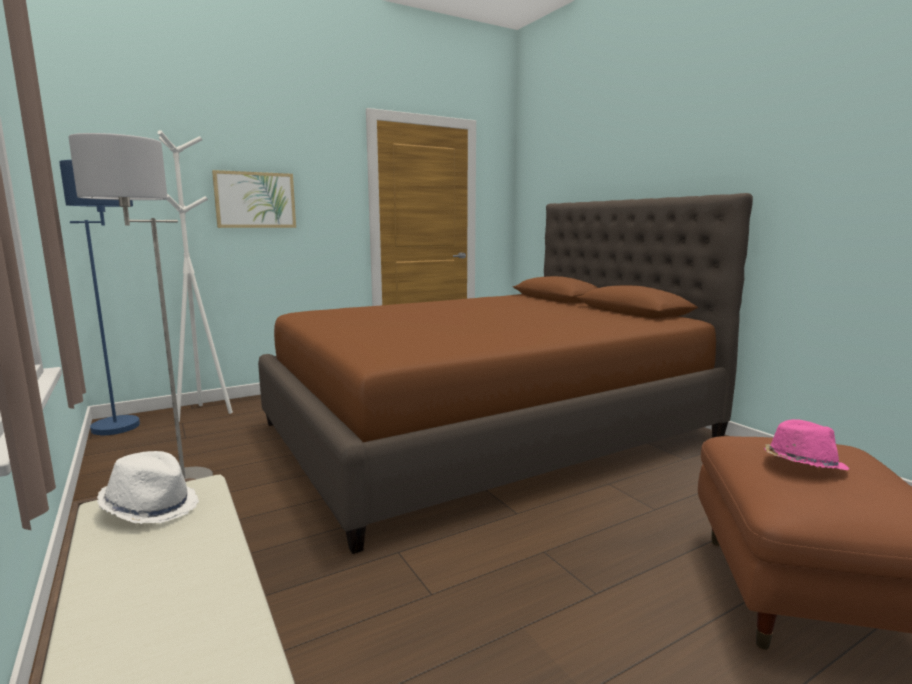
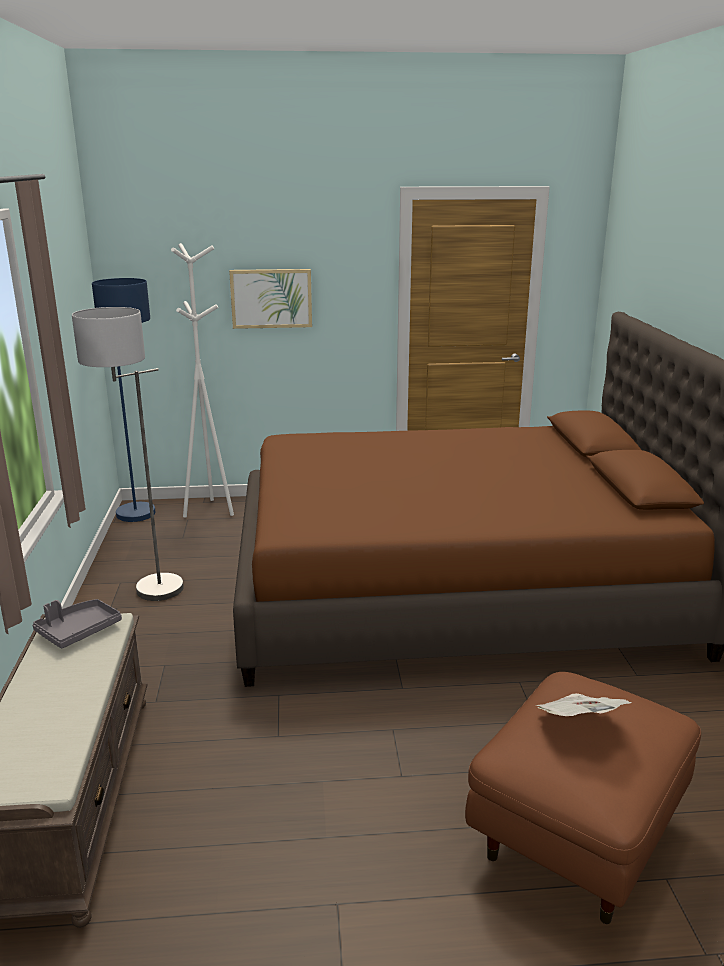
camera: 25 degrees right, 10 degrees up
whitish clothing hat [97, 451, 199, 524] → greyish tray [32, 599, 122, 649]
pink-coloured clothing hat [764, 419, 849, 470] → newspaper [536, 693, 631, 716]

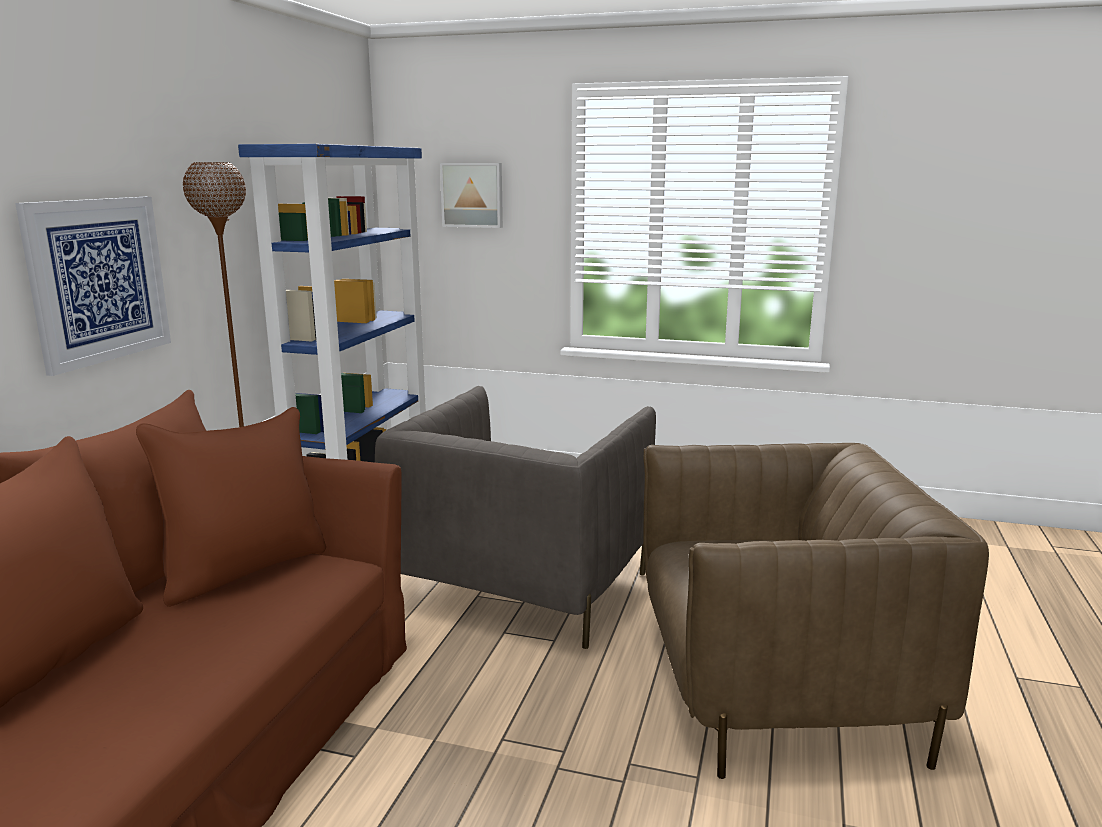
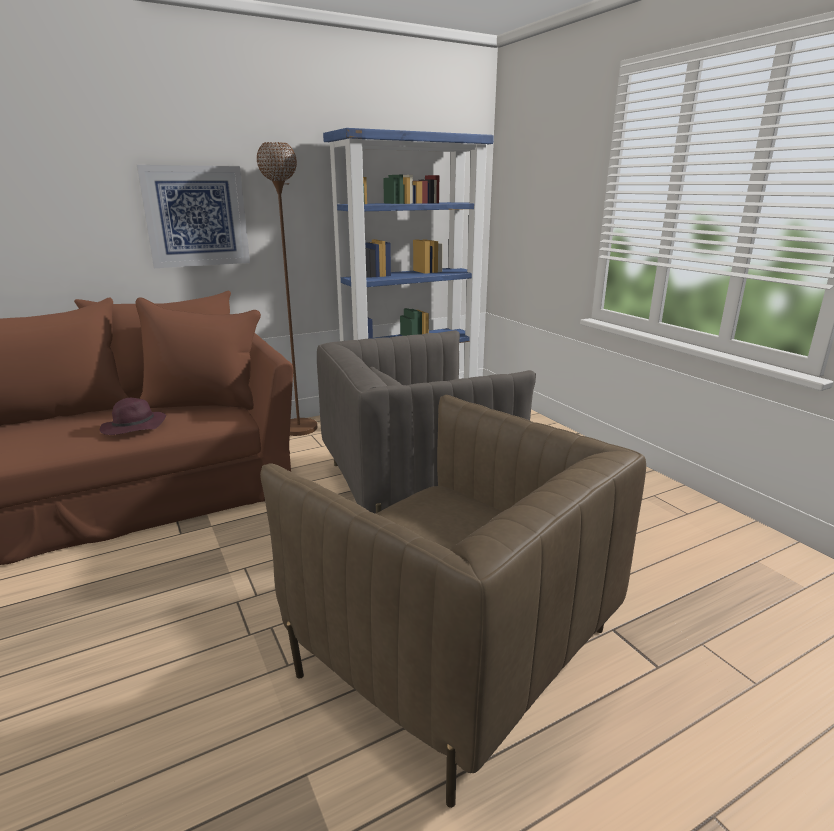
camera: 45 degrees right, 5 degrees up
- → purple-coloured clothing hat [100, 398, 166, 435]
wall picture [440, 163, 503, 228] → -

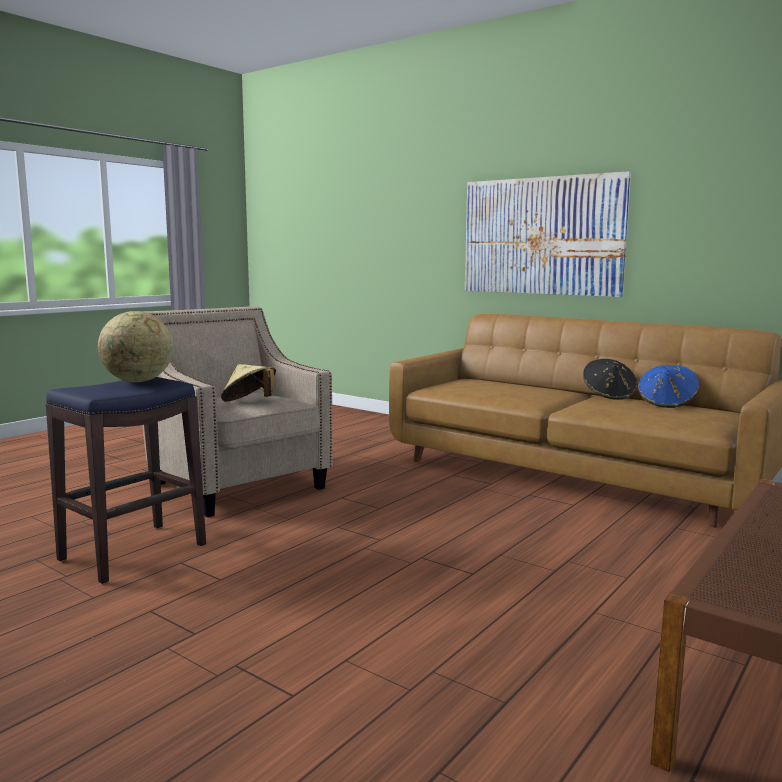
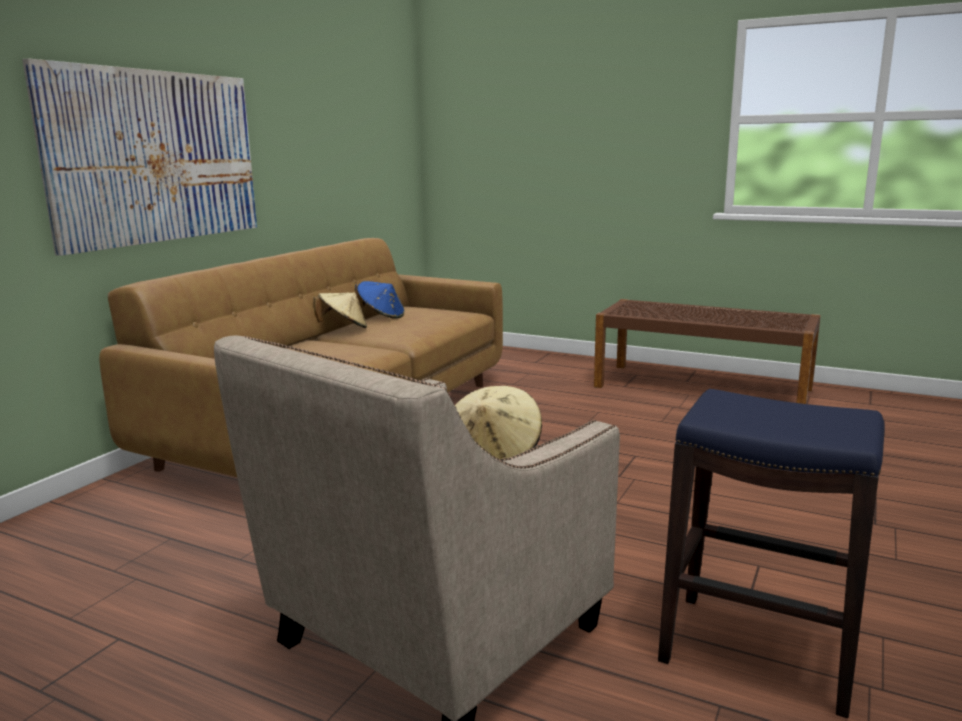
camera: 100 degrees left, 5 degrees up
black-coloured clothing hat [583, 359, 637, 400] → sand-coloured clothing hat [313, 293, 367, 328]
world globe [98, 311, 174, 382] → -

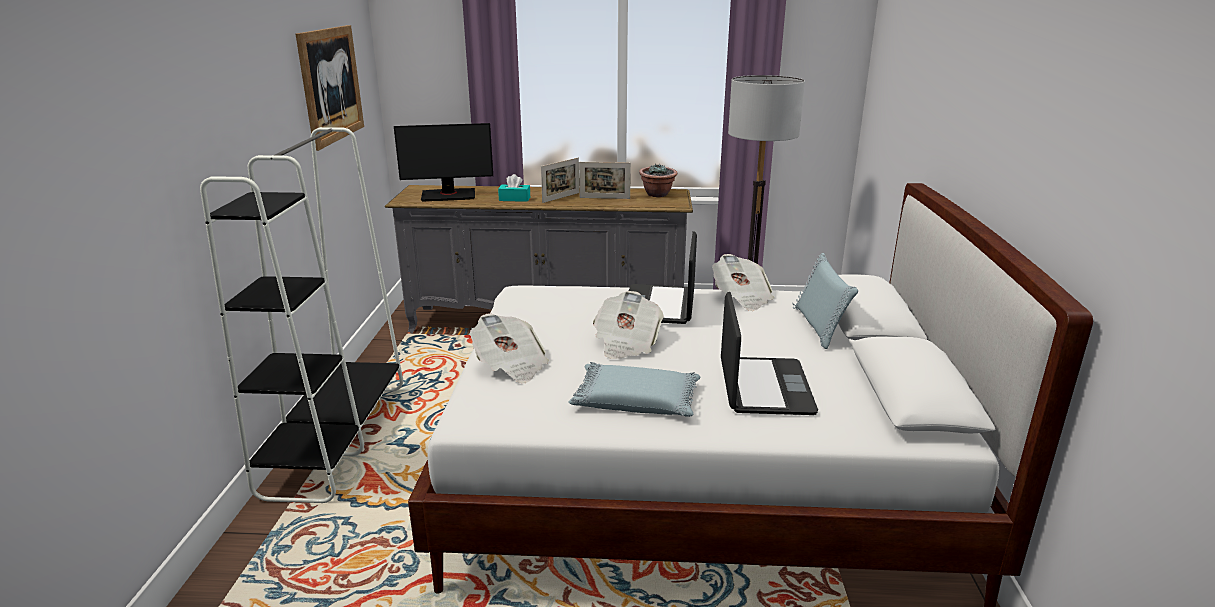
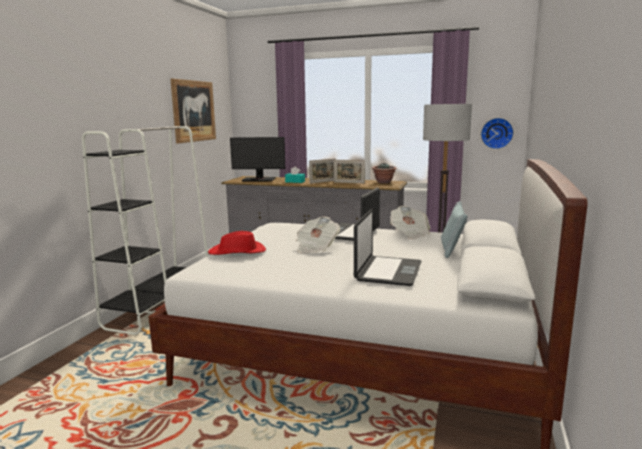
camera: 15 degrees right, 10 degrees down
newspaper [470, 313, 549, 383] → red clothing hat [208, 231, 266, 255]
- → hanging clock [481, 118, 514, 149]
blue-coloured cushion [568, 362, 700, 417] → -

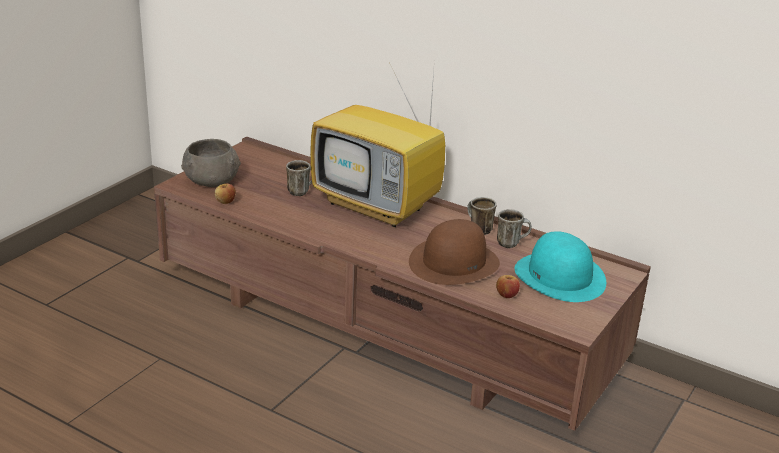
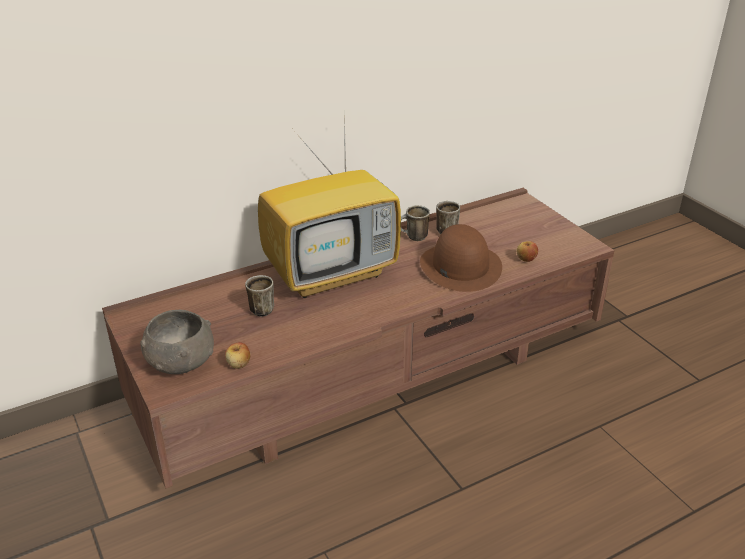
camera: 60 degrees left, 5 degrees up
turquoise-coloured clothing hat [515, 231, 606, 302] → -

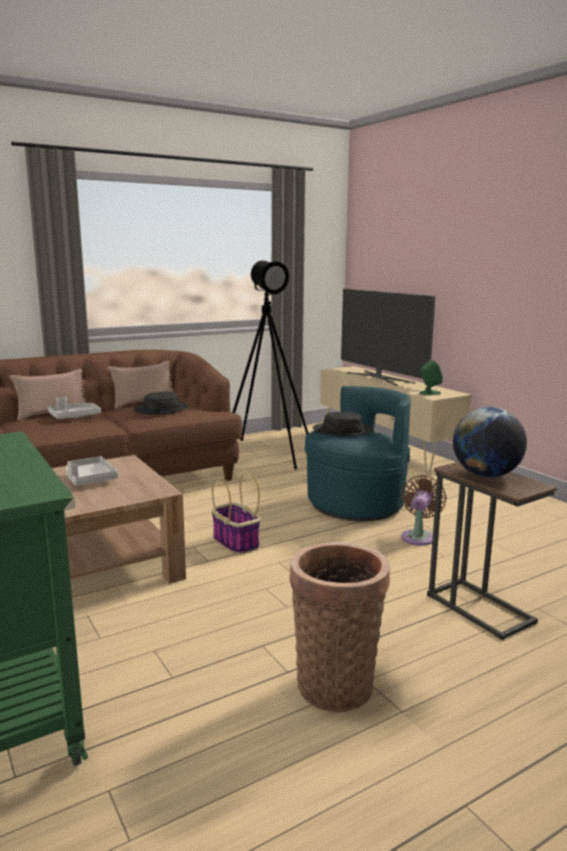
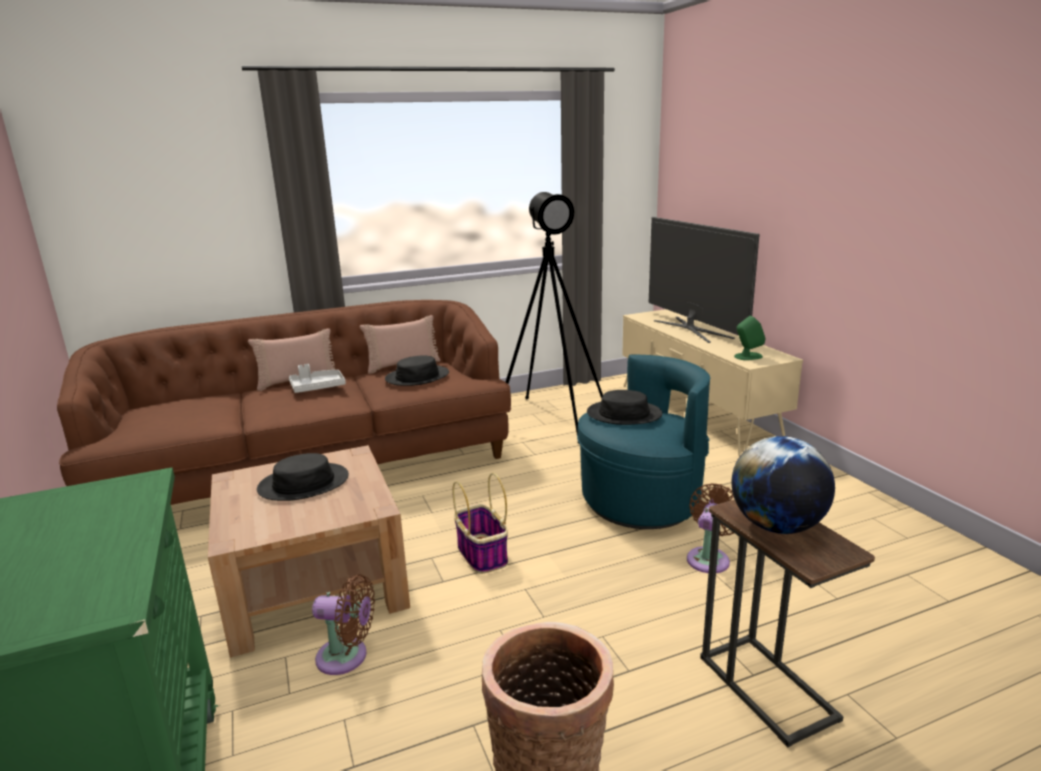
camera: 10 degrees right, 5 degrees up
greyish tray [66, 456, 118, 486] → black-coloured clothing hat [257, 453, 349, 501]
- → brown fan [312, 574, 375, 675]

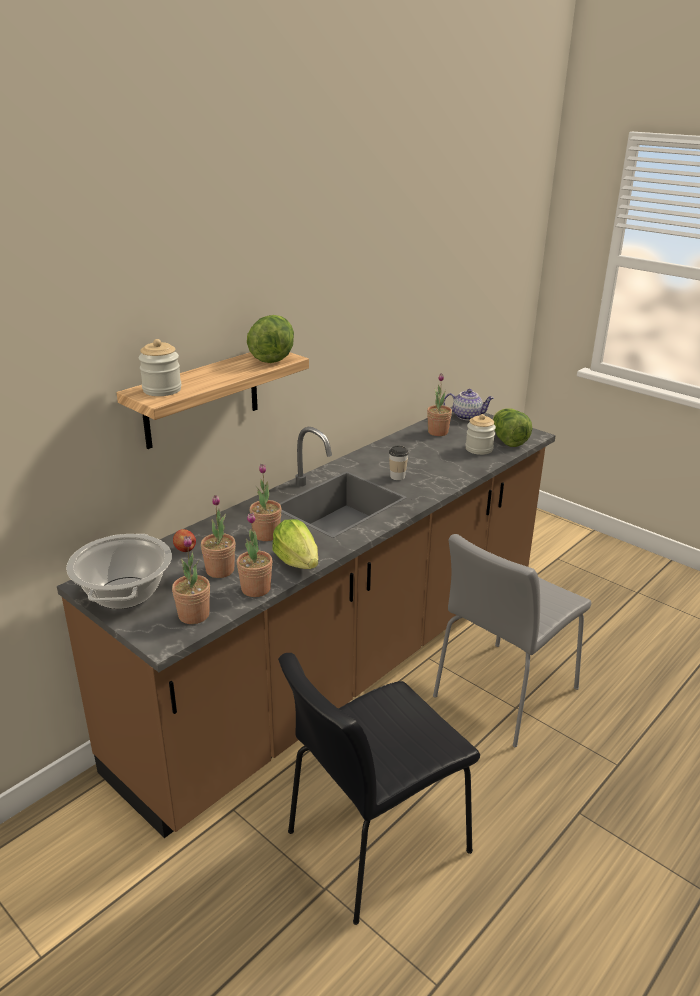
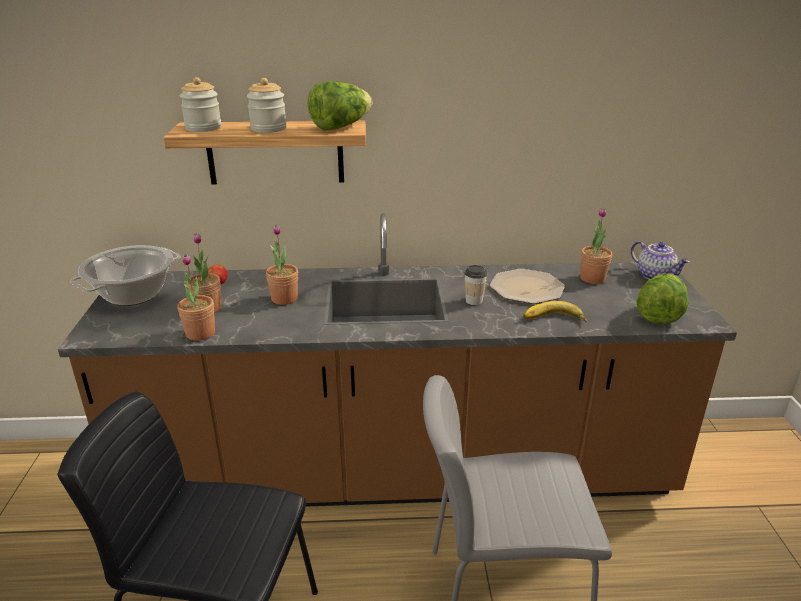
camera: 45 degrees right, 0 degrees up
jar [465, 414, 496, 455] → jar [247, 78, 287, 133], relocated
- → flat dish [490, 269, 565, 304]
- → whole banana [523, 301, 587, 322]
plant in a pot [172, 536, 210, 624] → -
lettuce [273, 519, 318, 569] → -

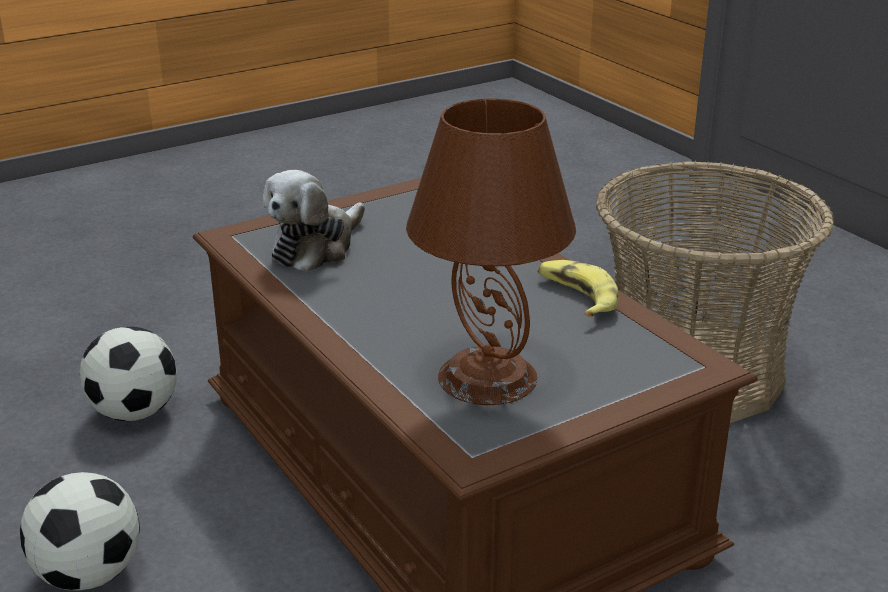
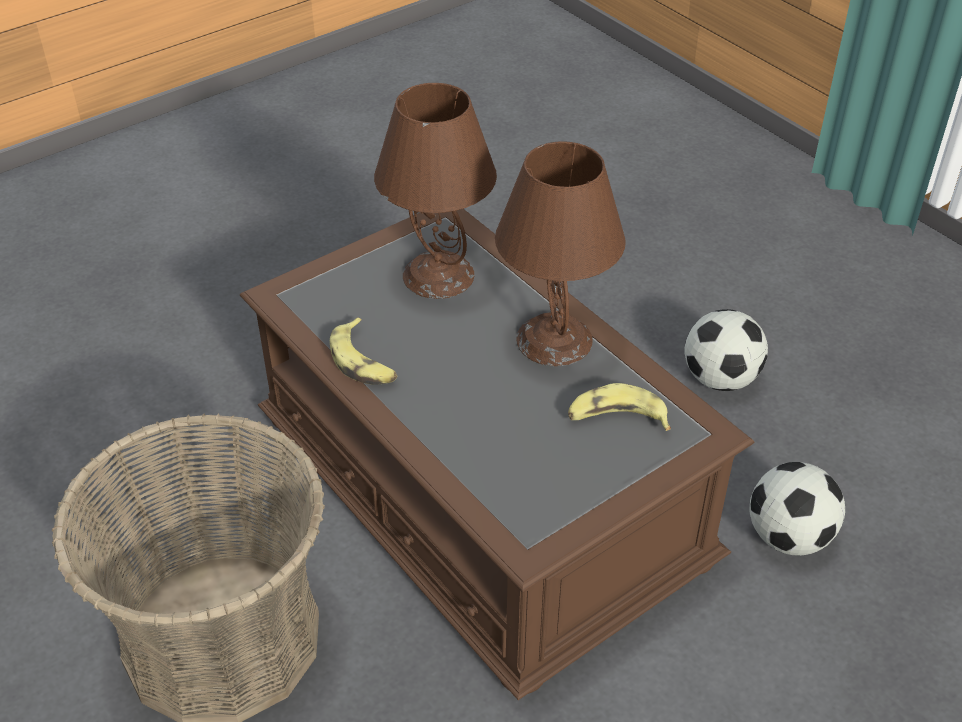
camera: 175 degrees right, 15 degrees up
- → brown lamp for a table [495, 141, 626, 366]
cuddly toy [263, 170, 365, 272] → whole banana [568, 383, 671, 431]

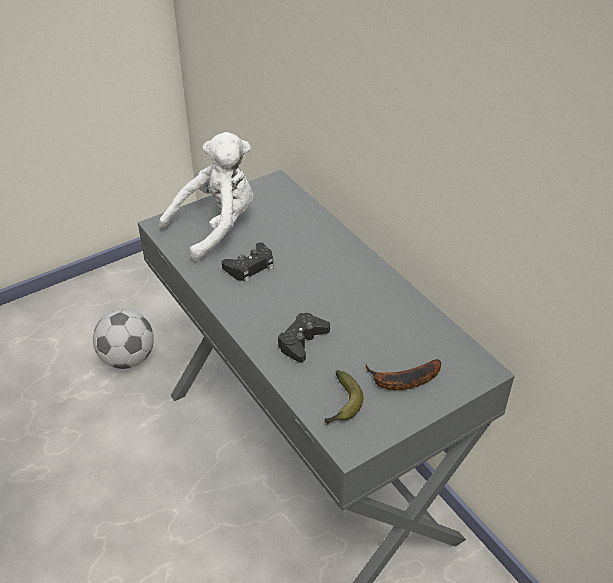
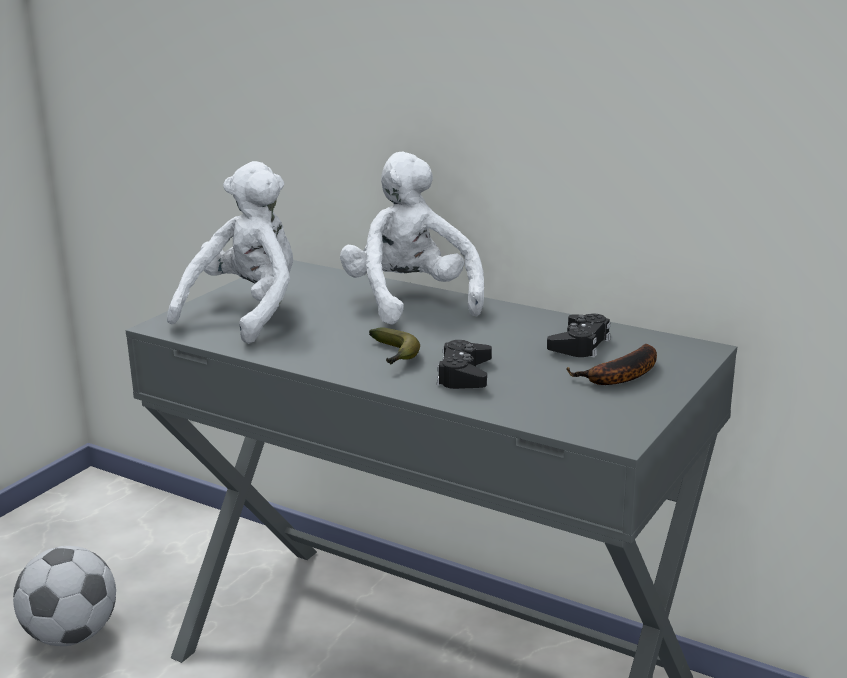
camera: 25 degrees left, 20 degrees down
- → whitish cuddly toy [340, 152, 484, 325]
whole banana [325, 370, 363, 424] → whole banana [369, 328, 420, 365], relocated
black-coloured joypad [222, 242, 273, 283] → black-coloured joypad [547, 314, 611, 358], relocated

